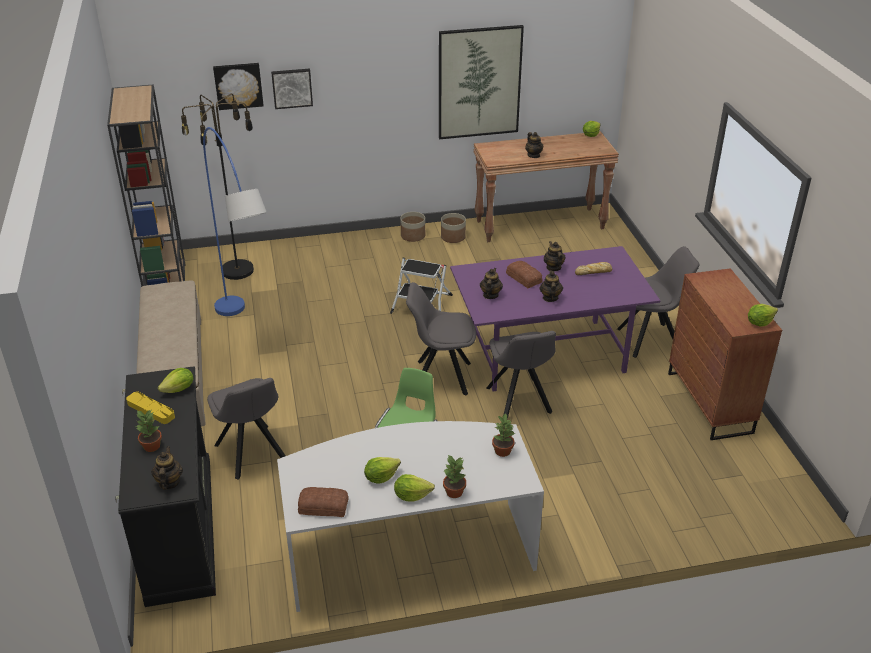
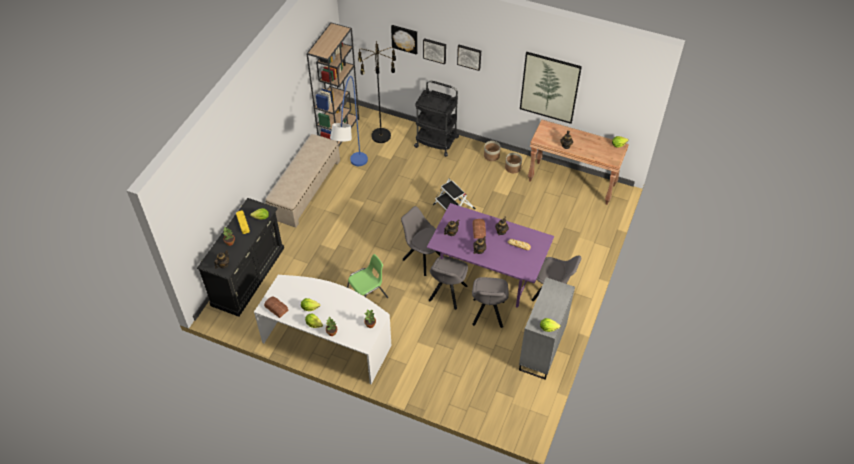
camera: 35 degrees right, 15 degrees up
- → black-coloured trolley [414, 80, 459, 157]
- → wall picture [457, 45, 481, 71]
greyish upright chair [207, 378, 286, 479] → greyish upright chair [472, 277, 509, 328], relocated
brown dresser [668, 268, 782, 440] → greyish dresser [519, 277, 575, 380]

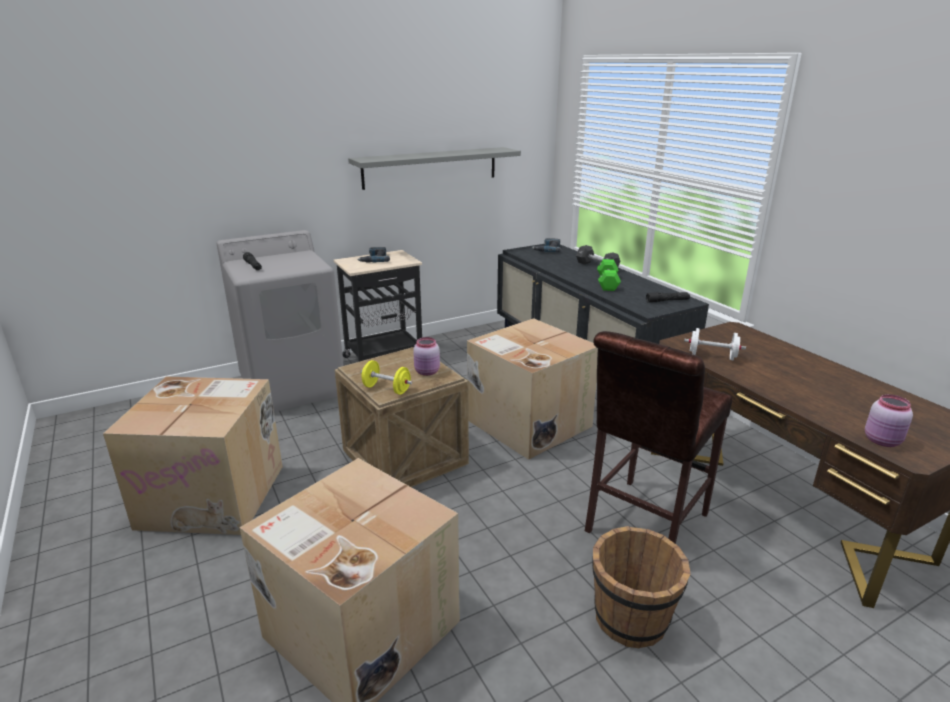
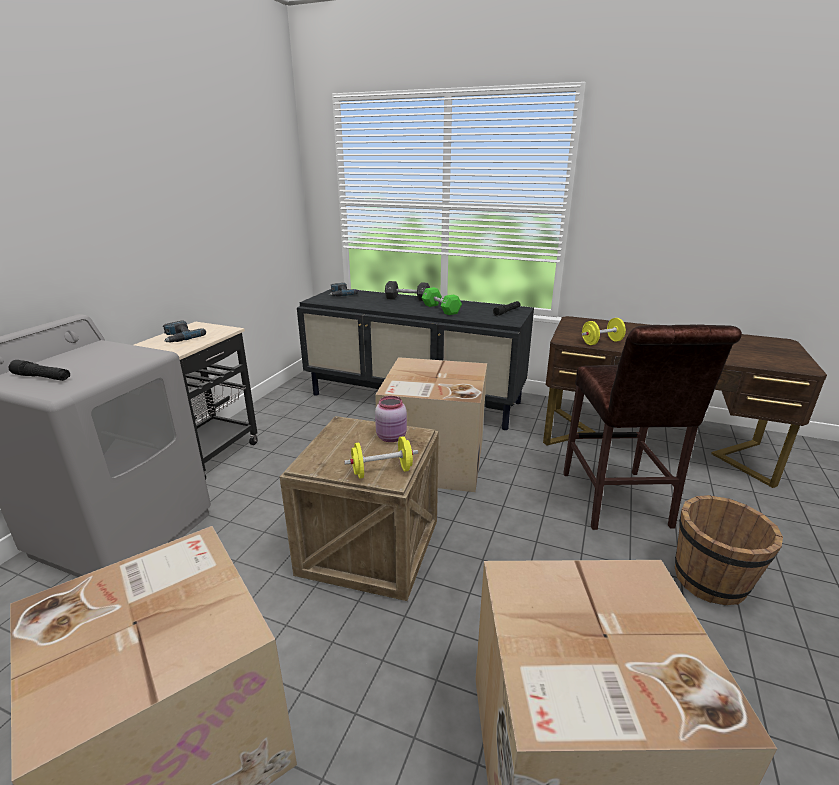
camera: 40 degrees left, 0 degrees up
whitish hand weight [684, 328, 746, 360] → yellowish hand weight [582, 318, 626, 345]
greyish shelf [348, 147, 521, 190] → -
pink-coloured jar [865, 394, 913, 447] → -

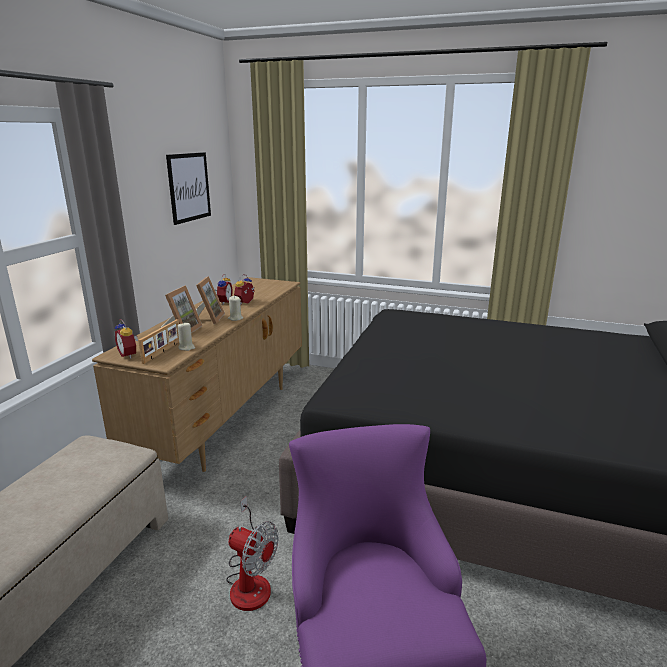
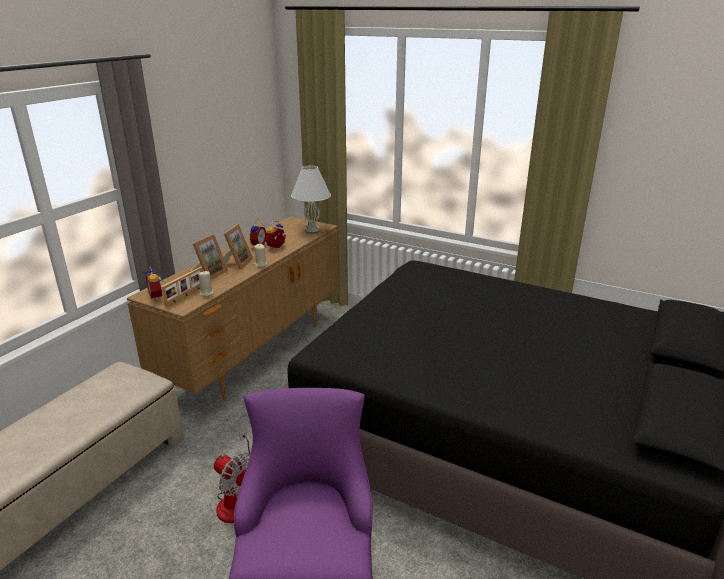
camera: 10 degrees right, 5 degrees up
- → whitish lamp for a table [291, 166, 331, 232]
wall picture [166, 152, 211, 225] → -

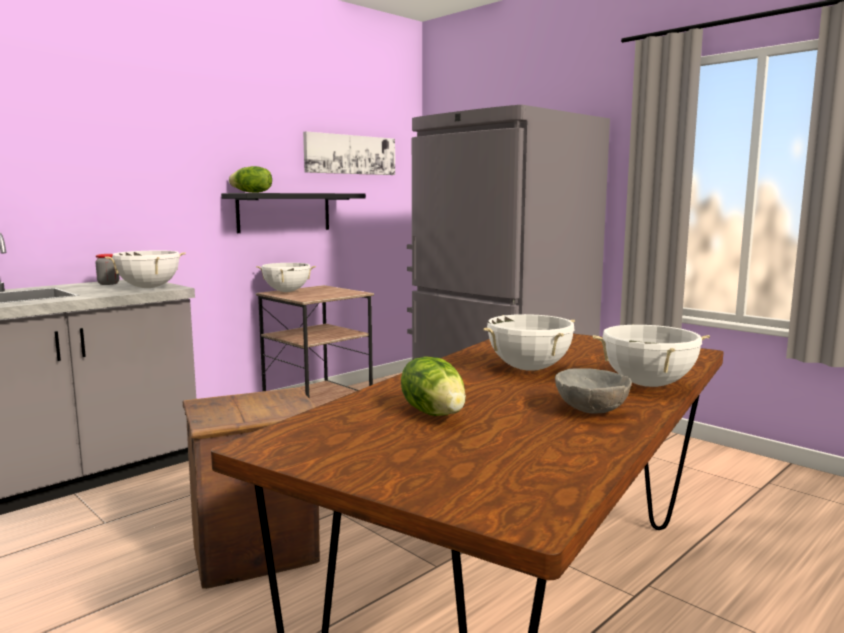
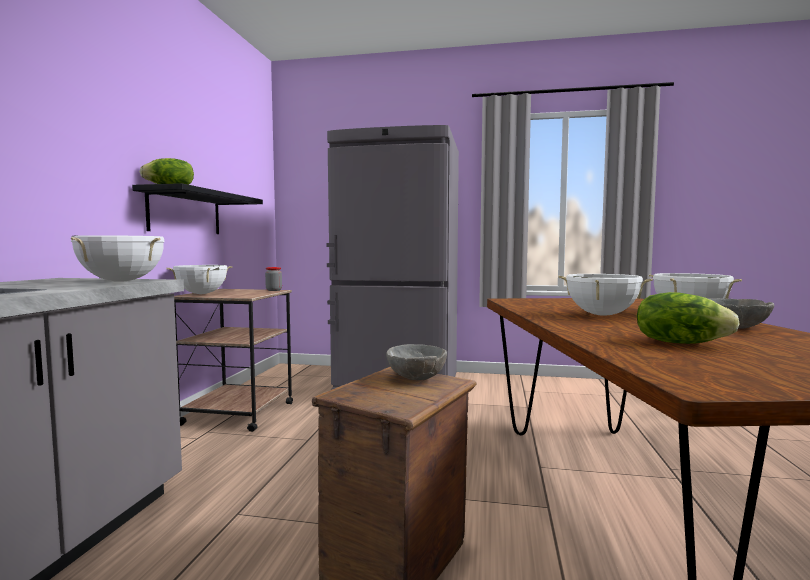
camera: 35 degrees left, 5 degrees down
jar [95, 254, 119, 285] → jar [265, 267, 282, 291], relocated
- → greyish bowl [386, 344, 447, 380]
wall picture [303, 132, 395, 175] → -

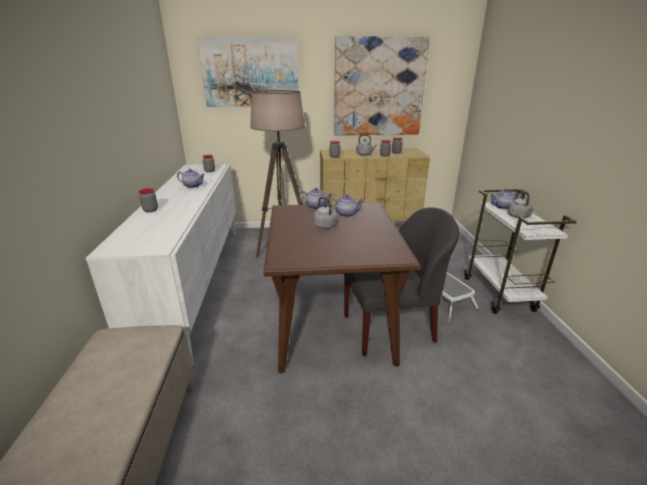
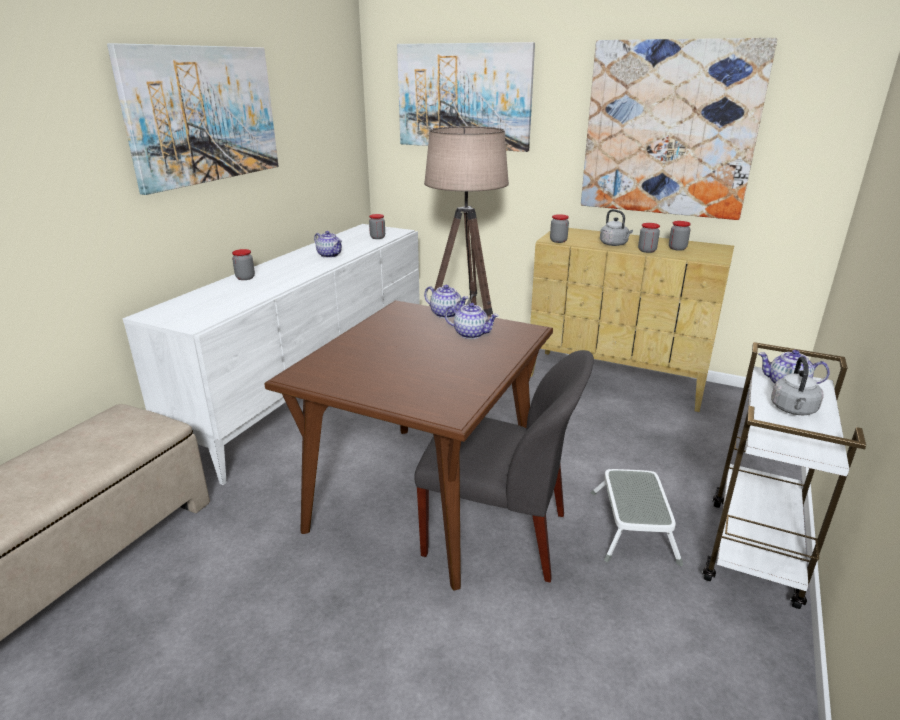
camera: 30 degrees right, 0 degrees up
- → wall picture [107, 43, 278, 195]
greyish kettle [313, 197, 338, 229] → -

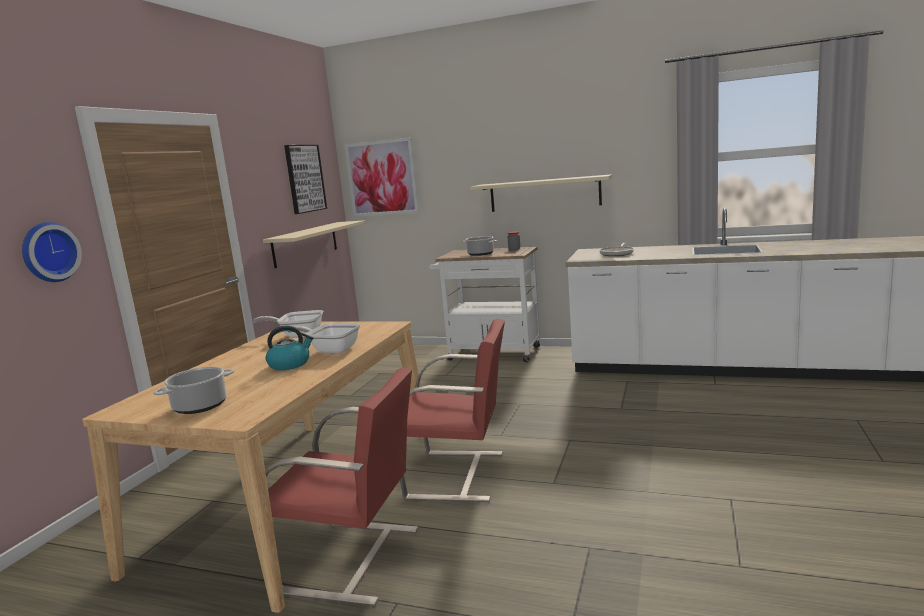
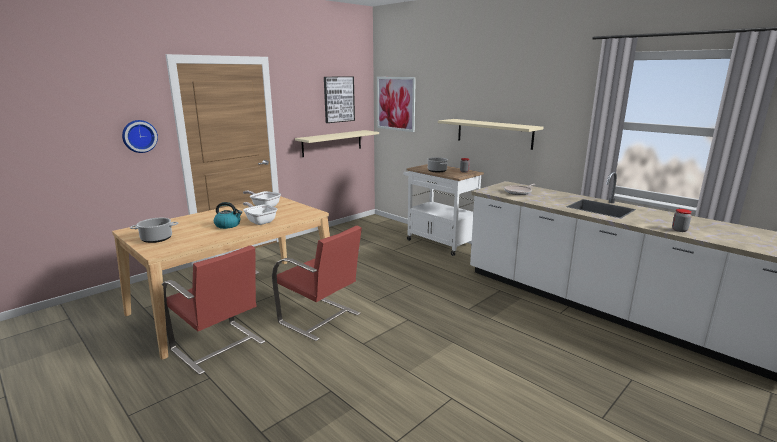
camera: 25 degrees right, 5 degrees up
- → jar [672, 209, 692, 232]

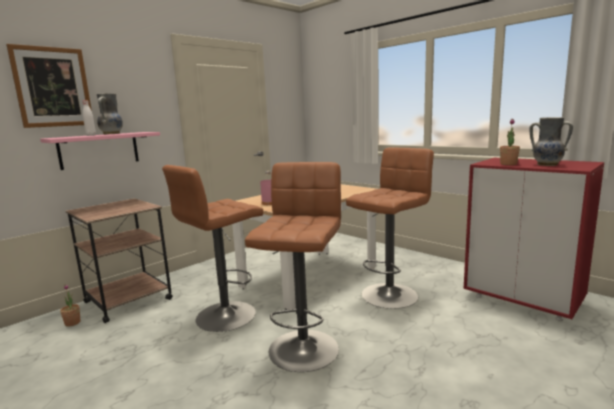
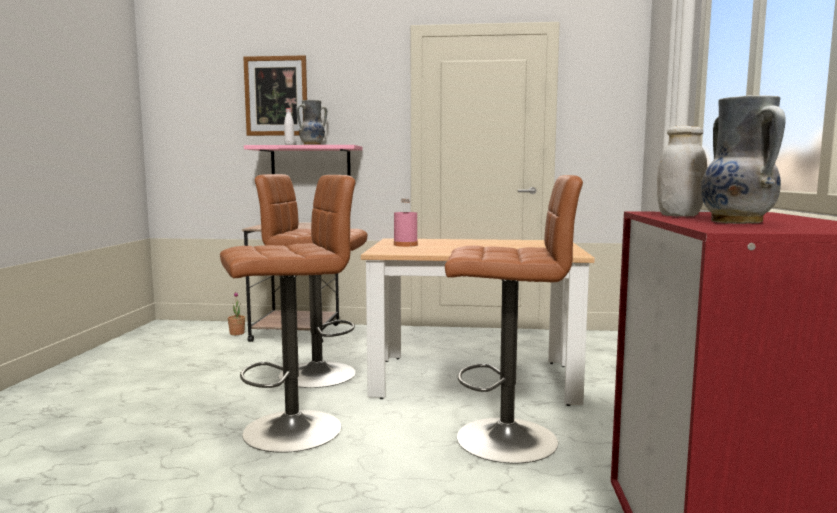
camera: 50 degrees right, 5 degrees down
plant in a pot [500, 119, 520, 165] → whitish jar [657, 126, 707, 217]

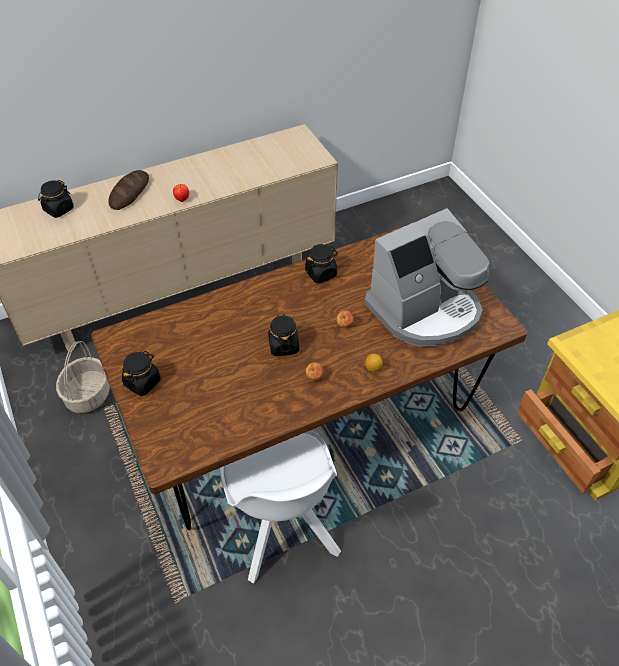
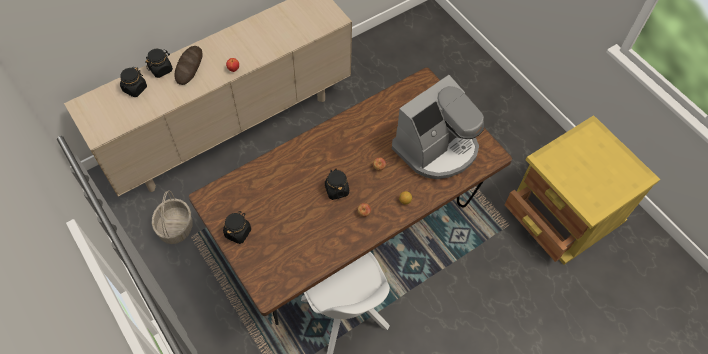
camera: 10 degrees left, 10 degrees up
black-coloured jar [305, 244, 338, 283] → black-coloured jar [146, 49, 173, 78], relocated

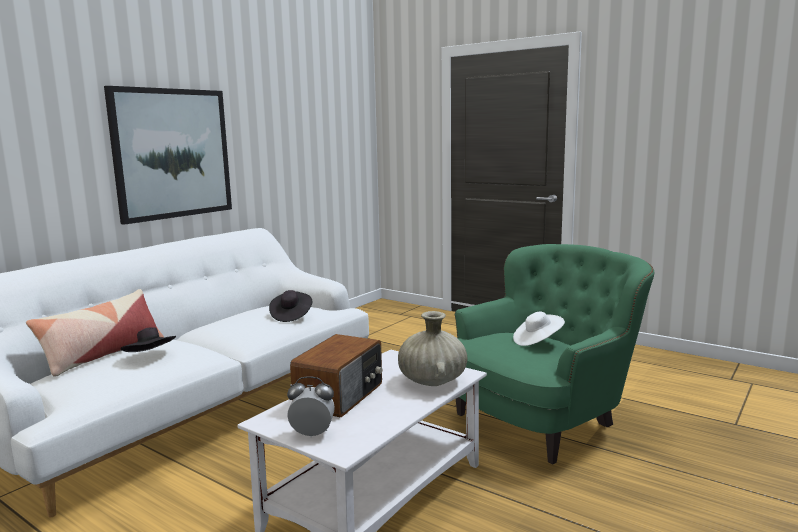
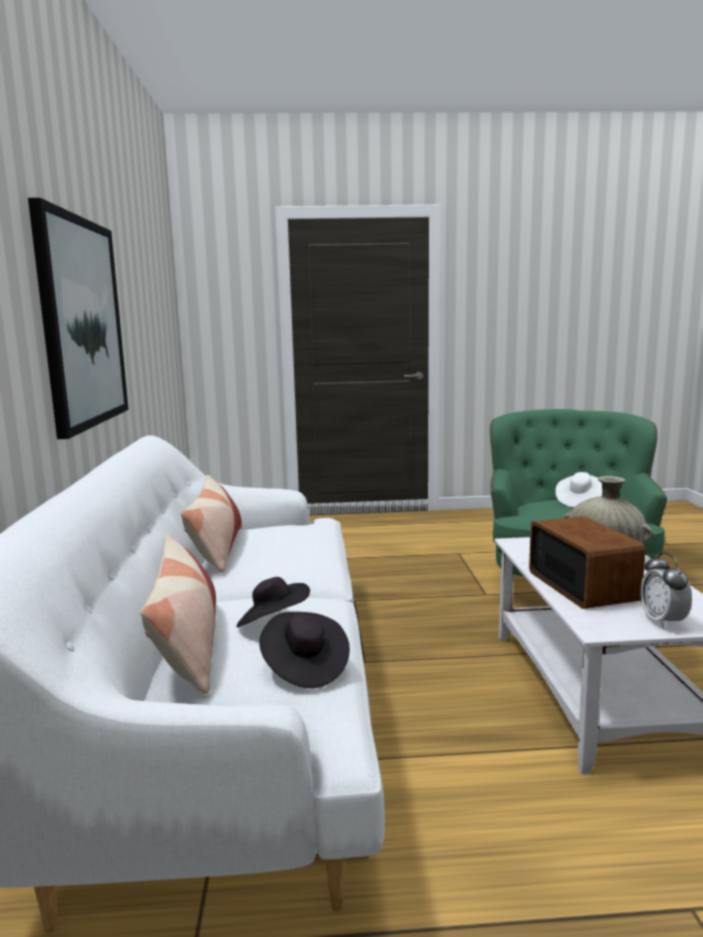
camera: 40 degrees left, 0 degrees up
- → cushion [181, 475, 242, 573]
black-coloured clothing hat [269, 290, 312, 322] → black-coloured clothing hat [259, 612, 350, 688], relocated
table clock [287, 376, 335, 437] → table clock [640, 552, 692, 629], 60 degrees counterclockwise

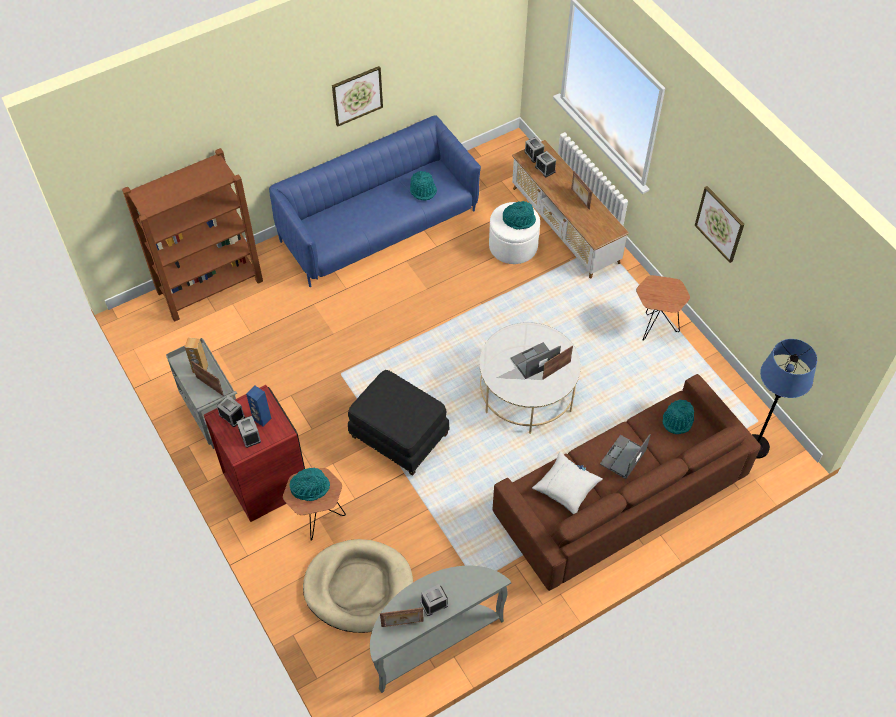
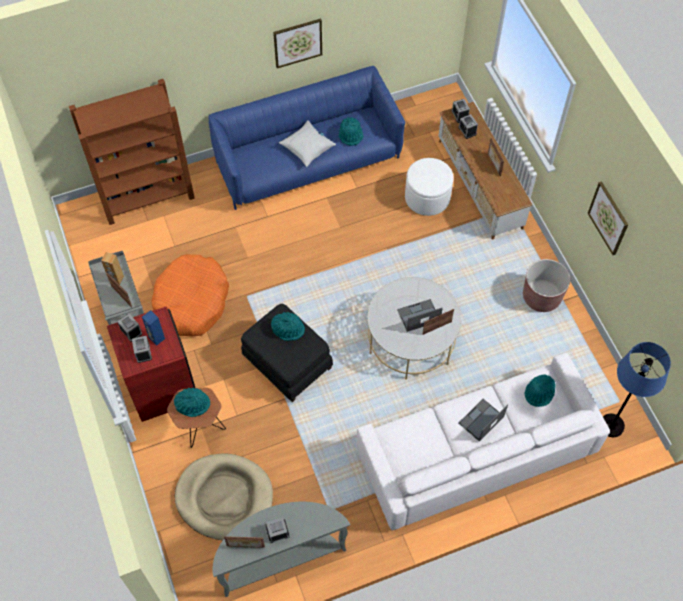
camera: 10 degrees right, 5 degrees up
- → orangey dog bed [151, 254, 229, 337]
turquoise-coloured clothing hat [503, 201, 536, 229] → turquoise-coloured clothing hat [271, 312, 305, 341], relocated
greyish cushion [532, 452, 603, 515] → greyish cushion [279, 120, 336, 167], relocated
brown couch [492, 374, 761, 591] → whitish couch [356, 352, 610, 530]
brown accent table [636, 275, 690, 341] → brown flower pot [523, 259, 570, 312]

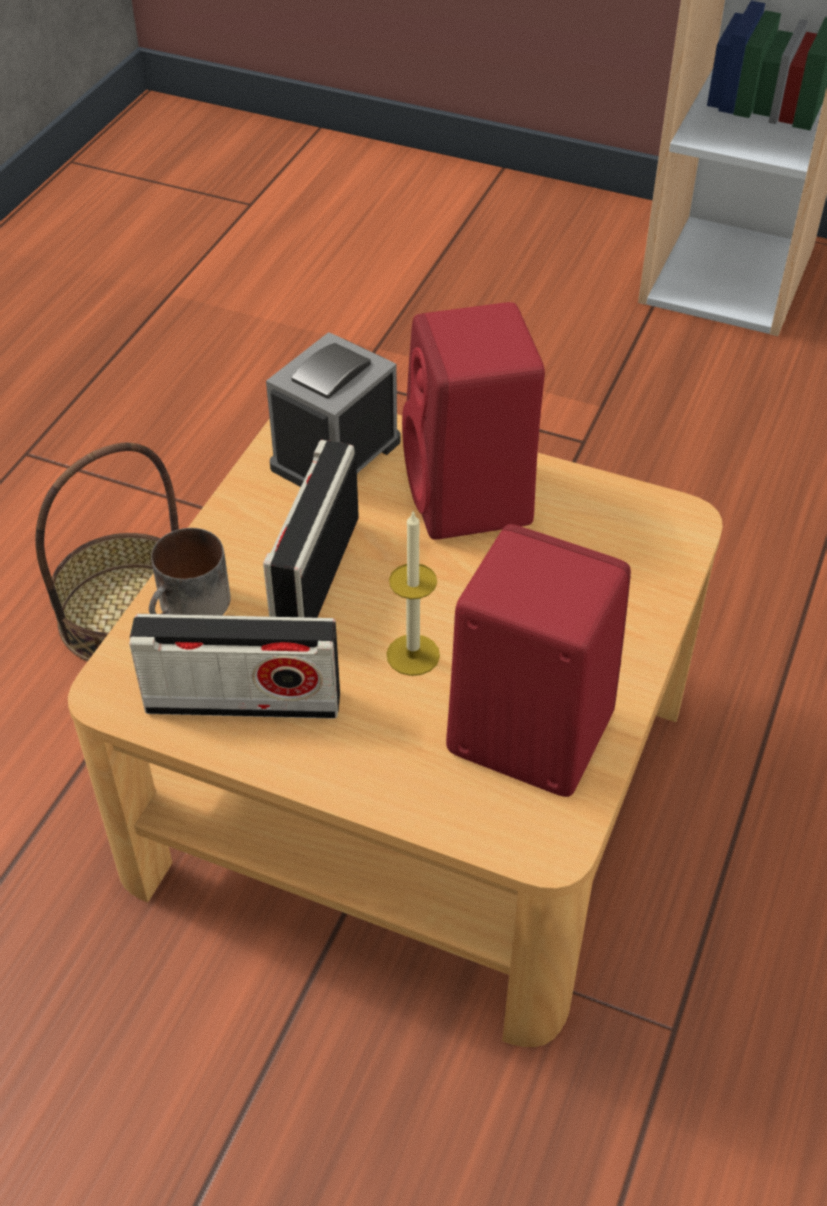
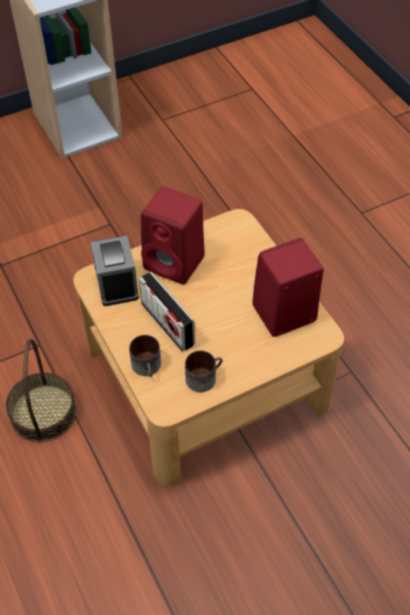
camera: 50 degrees left, 5 degrees up
radio set [129, 614, 340, 719] → tea mug [185, 351, 223, 392]
wax candle [387, 511, 440, 676] → -

